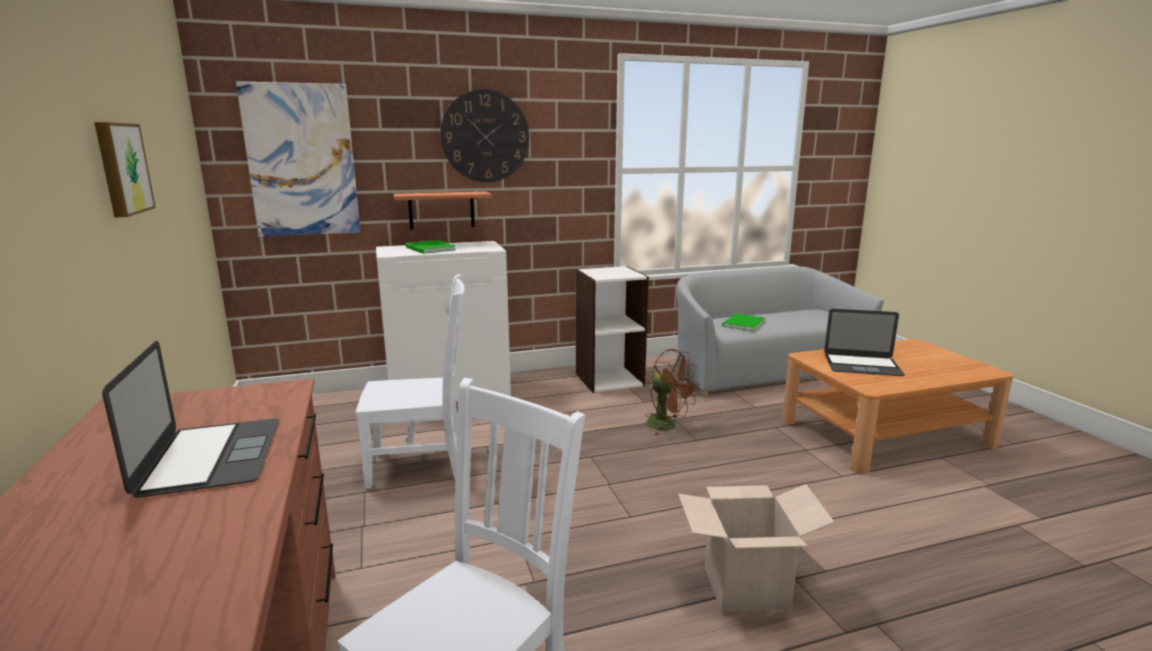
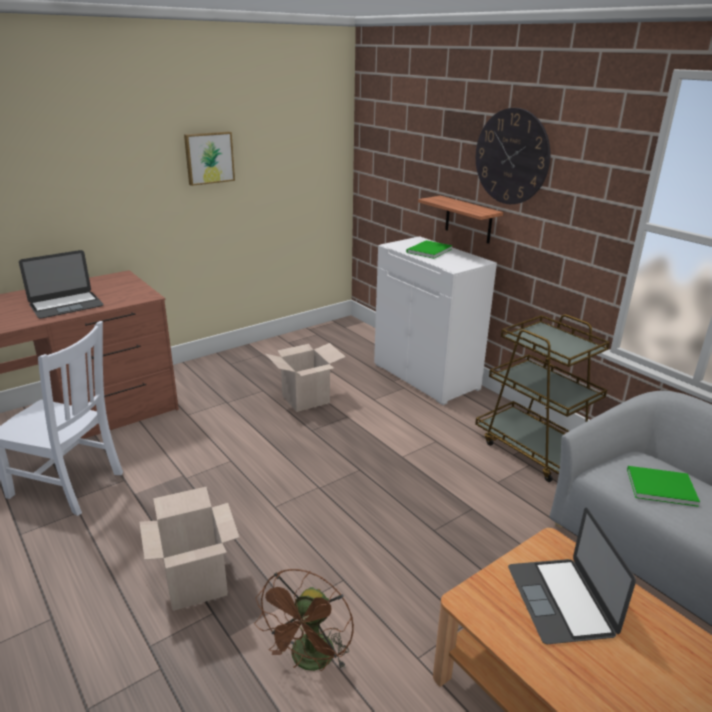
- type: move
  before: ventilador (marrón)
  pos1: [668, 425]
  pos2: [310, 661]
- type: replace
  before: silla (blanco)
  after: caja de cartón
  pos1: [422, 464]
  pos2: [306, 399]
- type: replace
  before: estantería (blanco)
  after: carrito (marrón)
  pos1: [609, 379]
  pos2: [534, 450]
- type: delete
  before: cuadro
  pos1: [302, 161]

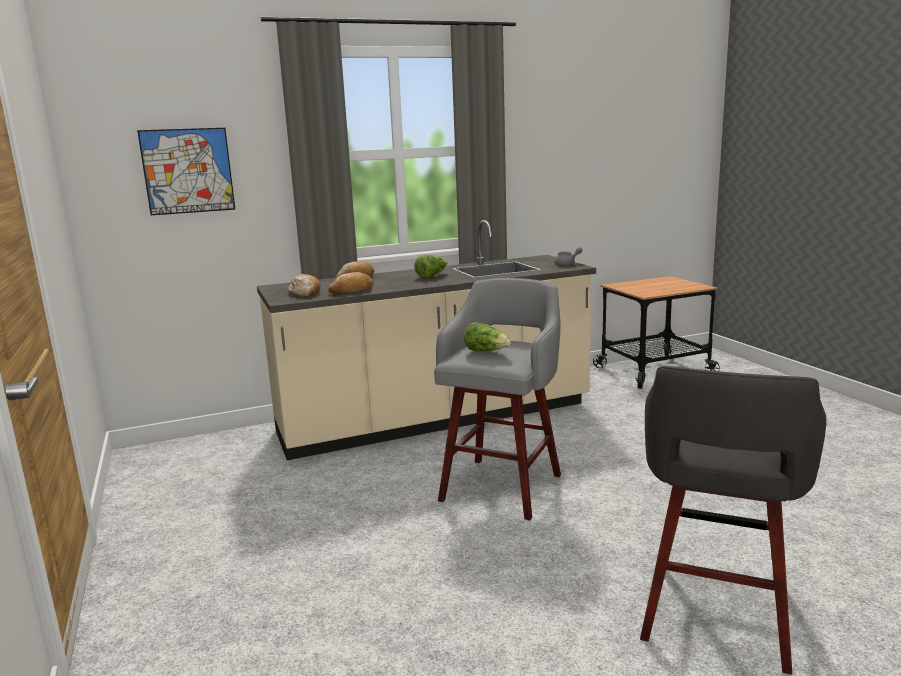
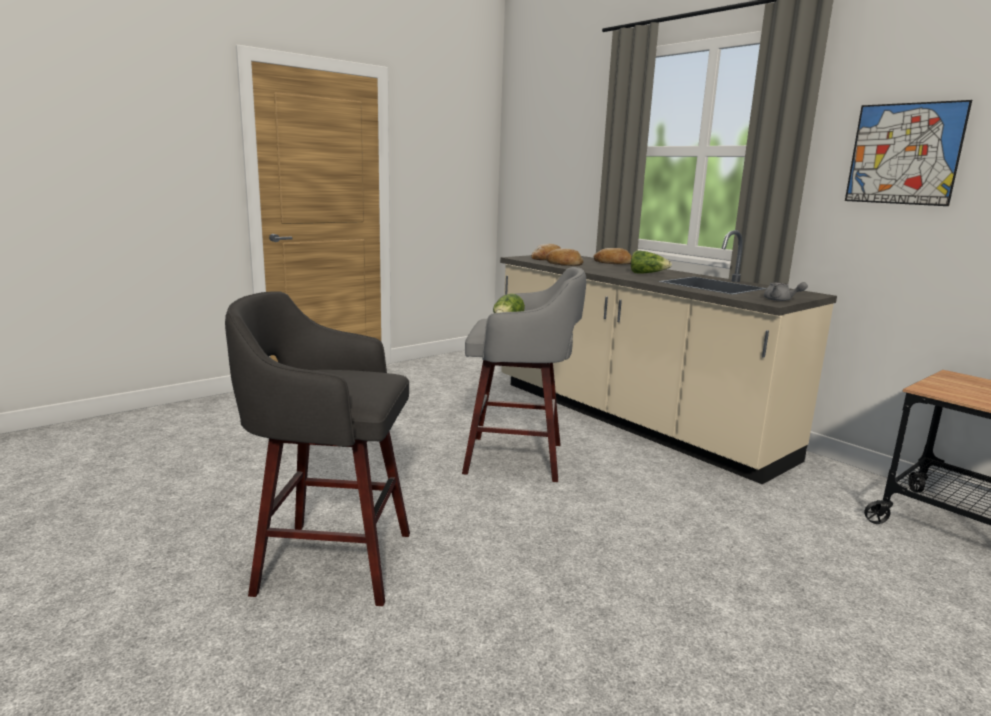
- type: move
  before: cuadro
  pos1: [188, 171]
  pos2: [904, 154]

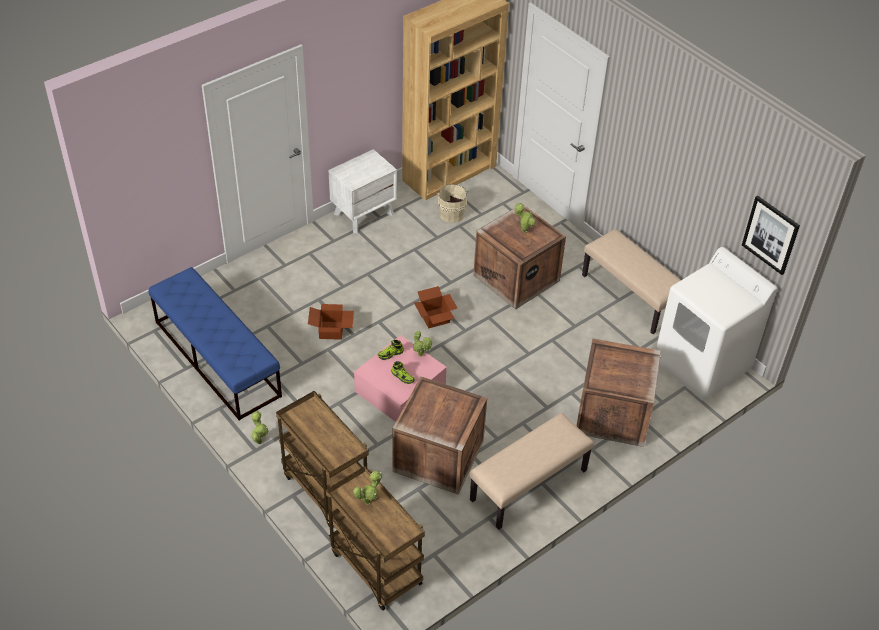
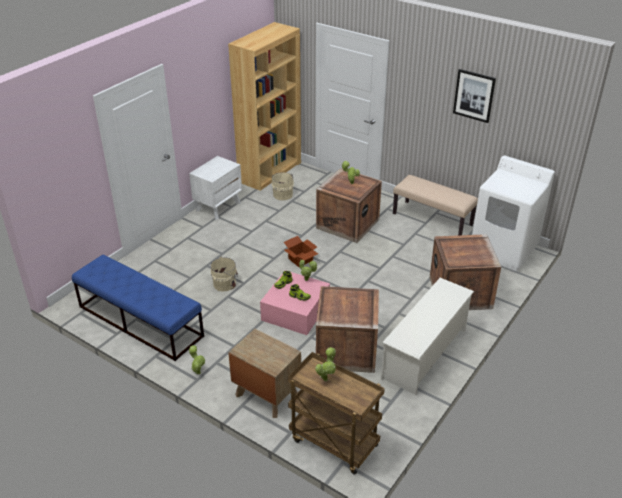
- type: replace
  before: caja de cartón
  after: cubo (beis)
  pos1: [332, 331]
  pos2: [226, 284]
- type: replace
  before: carrito (marrón)
  after: mesita de noche (marrón)
  pos1: [324, 489]
  pos2: [266, 394]
- type: replace
  before: banco (beis)
  after: zapatero (blanco)
  pos1: [529, 486]
  pos2: [425, 354]
- type: move
  before: cuadro
  pos1: [770, 234]
  pos2: [474, 95]

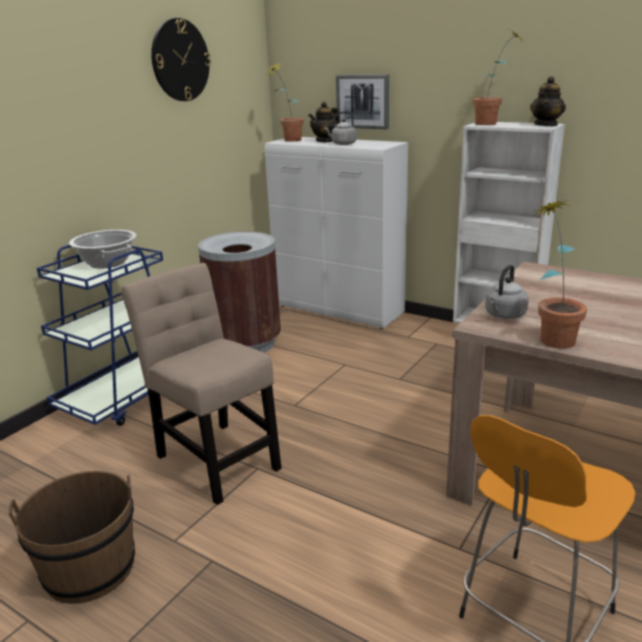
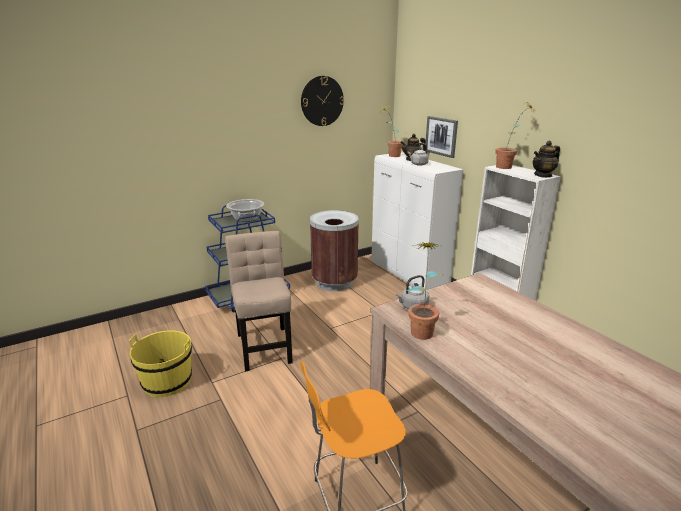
- type: recolor
  before: cubo (marrón)
  after: cubo (amarillo)
  pos1: [90, 568]
  pos2: [167, 381]

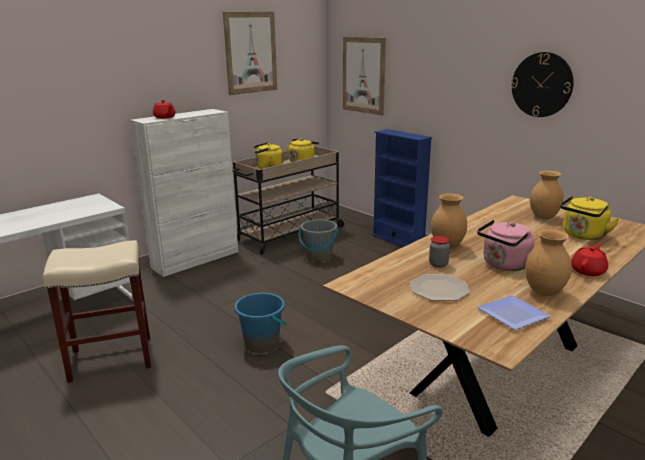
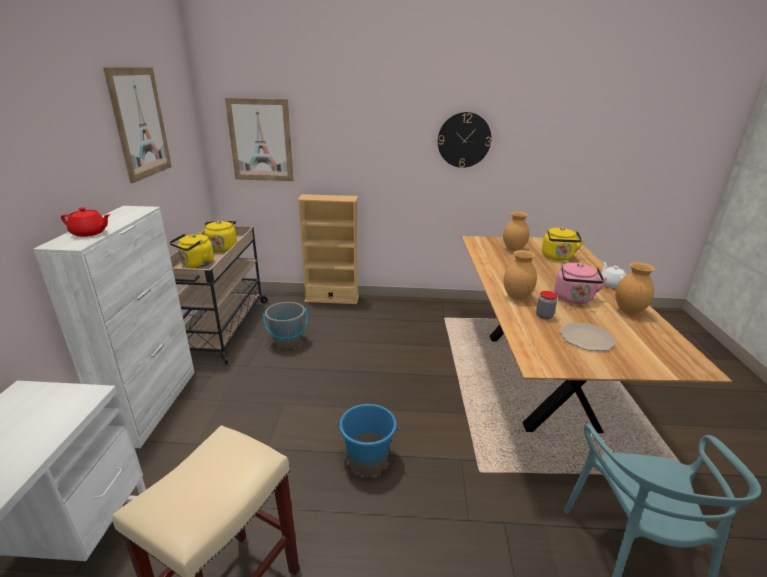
- type: recolor
  before: estantería (azul)
  after: estantería (beis)
  pos1: [398, 240]
  pos2: [332, 299]
- type: recolor
  before: tetera (rojo)
  after: tetera (blanco)
  pos1: [588, 271]
  pos2: [611, 284]
- type: delete
  before: plato
  pos1: [512, 313]

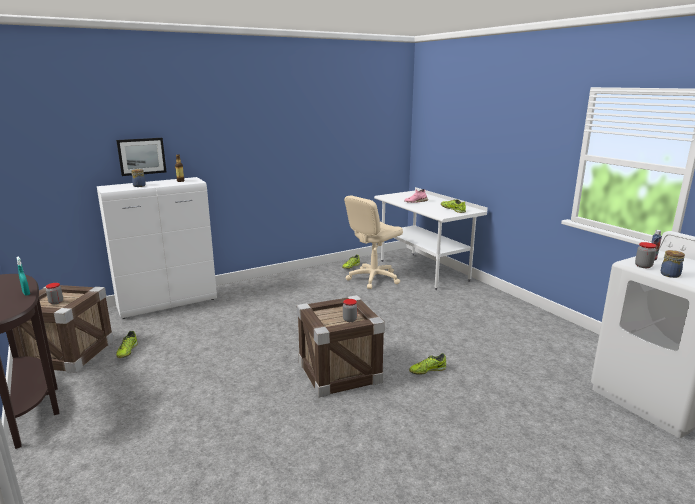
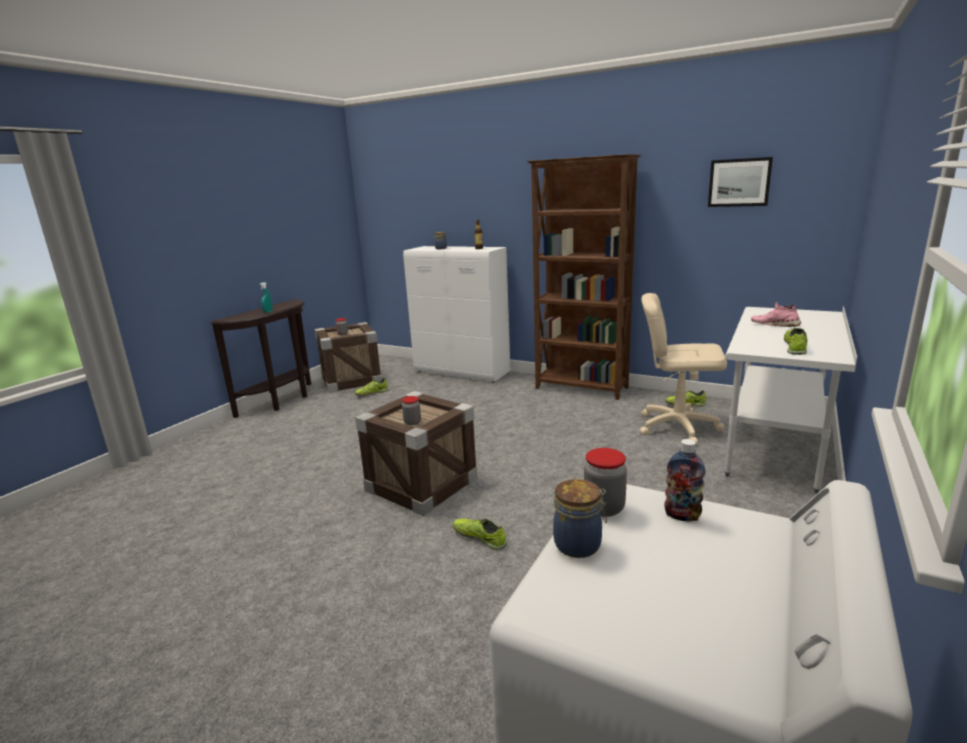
- type: insert
  after: estantería (marrón)
  pos2: [582, 388]
- type: move
  before: cuadro
  pos1: [141, 156]
  pos2: [739, 182]

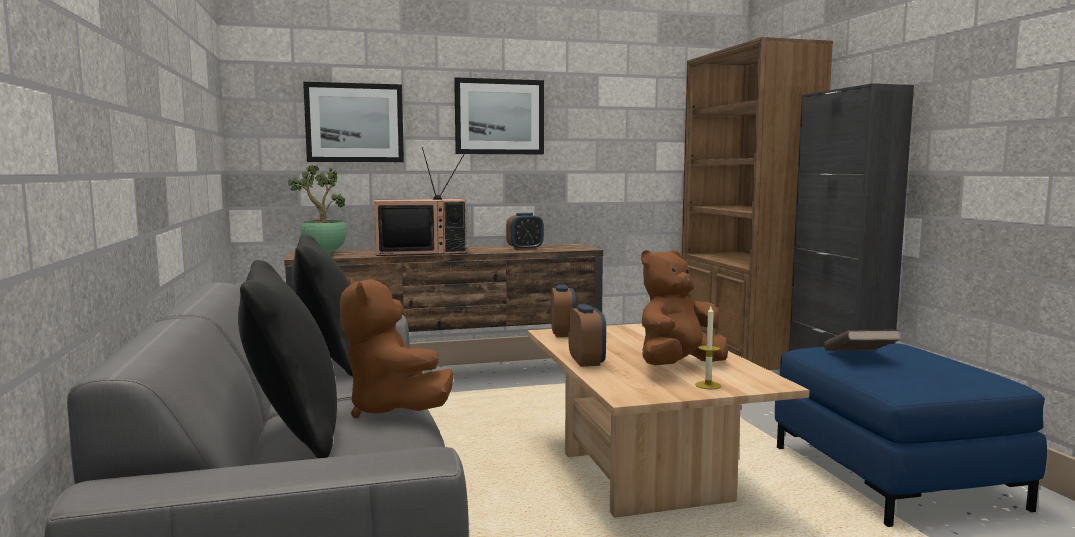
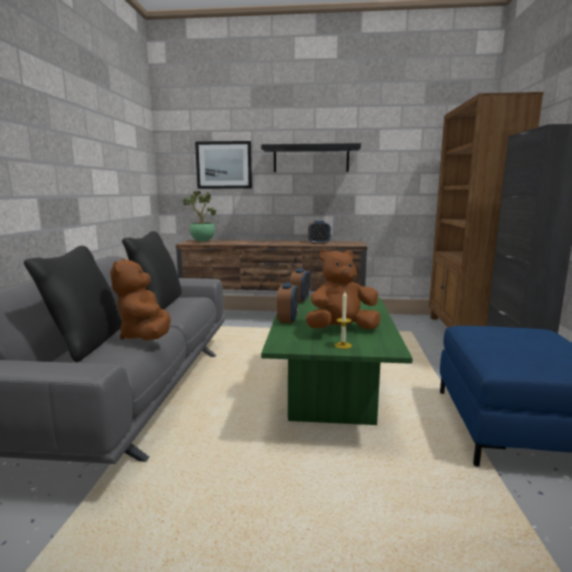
- type: replace
  before: cuadro
  after: estante (negro)
  pos1: [499, 117]
  pos2: [311, 159]
- type: recolor
  before: mesa de centro (beis)
  after: mesa de centro (verde)
  pos1: [643, 477]
  pos2: [331, 397]
- type: delete
  before: televisor
  pos1: [421, 252]
- type: delete
  before: libro (marrón)
  pos1: [859, 357]

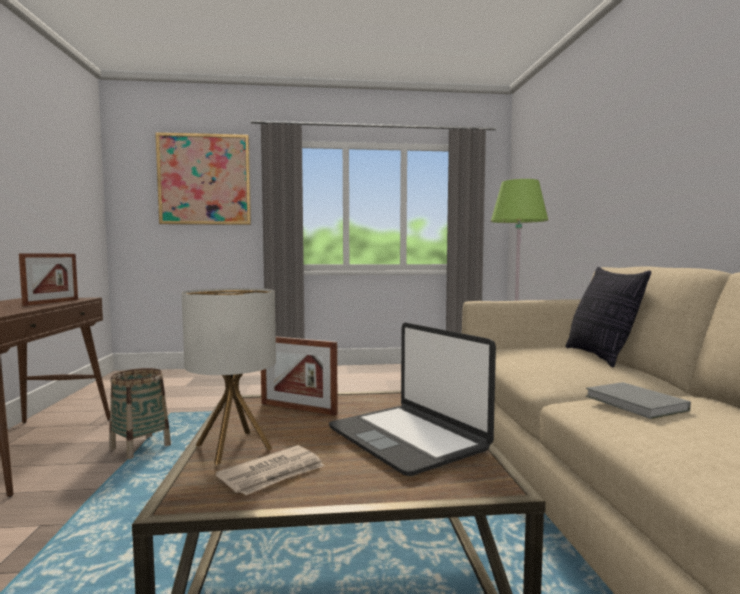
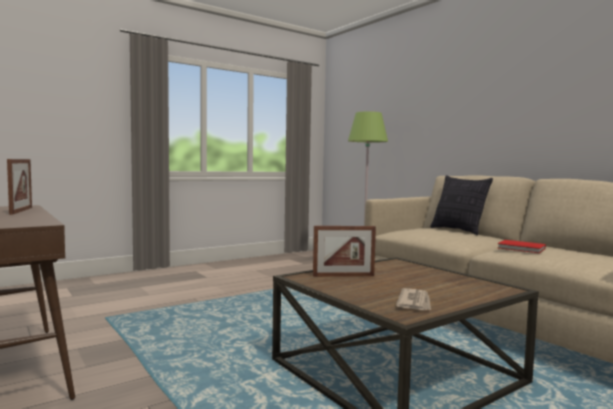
- type: recolor
  before: libro (gris)
  after: libro (rojo)
  pos1: [636, 404]
  pos2: [522, 248]
- type: delete
  before: cesta
  pos1: [140, 447]
- type: delete
  before: cuadro
  pos1: [204, 179]
- type: delete
  before: lámpara de mesa
  pos1: [233, 447]
- type: delete
  before: portátil
  pos1: [408, 438]

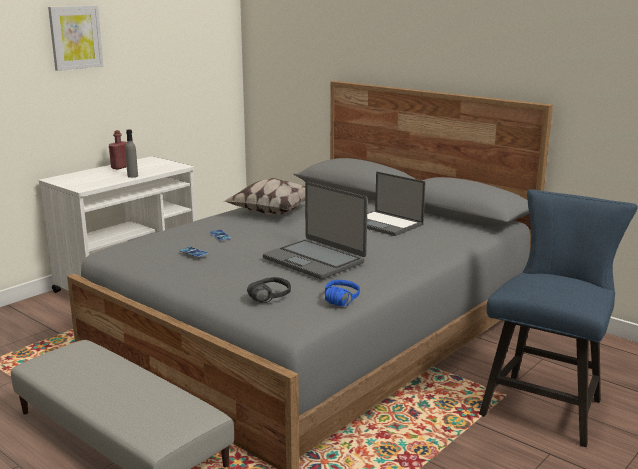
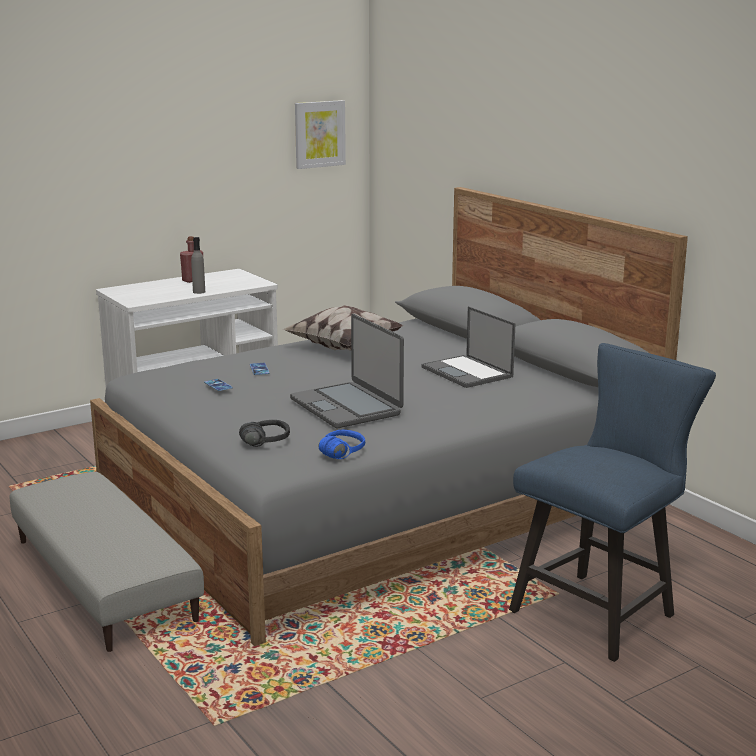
- type: move
  before: cuadro
  pos1: [75, 37]
  pos2: [319, 134]

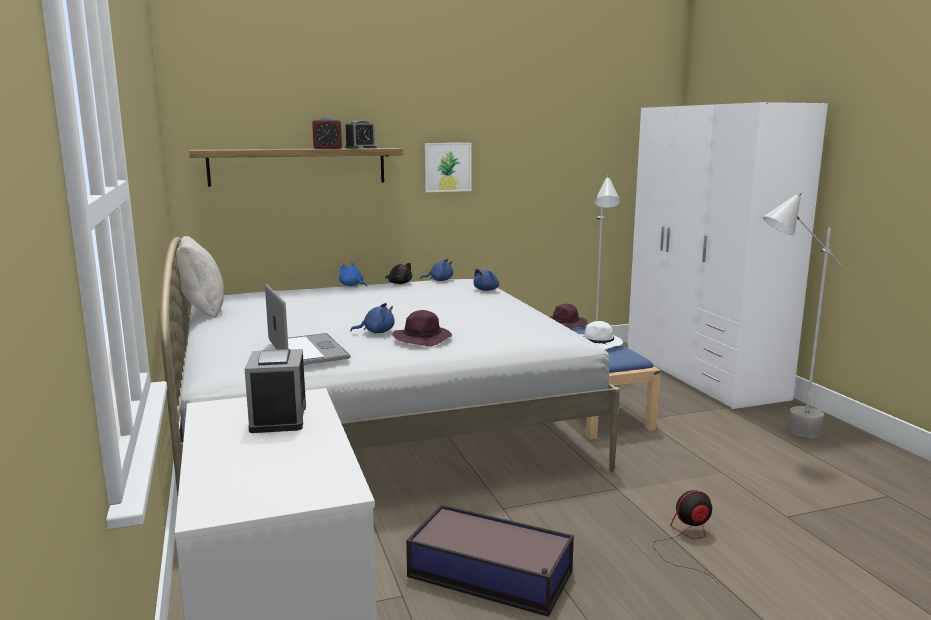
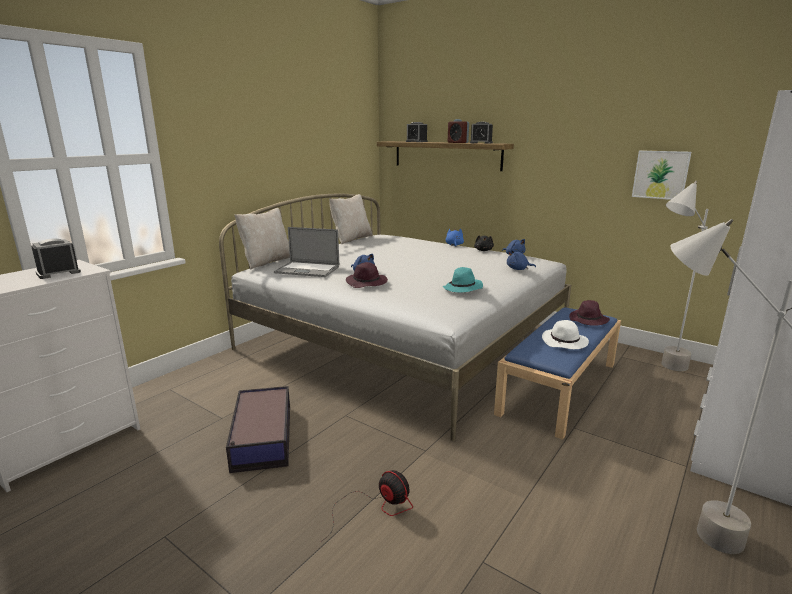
- type: insert
  after: cojín (beis)
  pos2: [266, 262]
- type: rotate
  before: portátil
  pos1: [307, 350]
  pos2: [307, 270]
  turn: 75
- type: insert
  after: despertador
  pos2: [416, 141]
- type: insert
  after: sombrero (turquesa)
  pos2: [463, 289]
- type: move
  before: cuadro
  pos1: [447, 167]
  pos2: [660, 175]

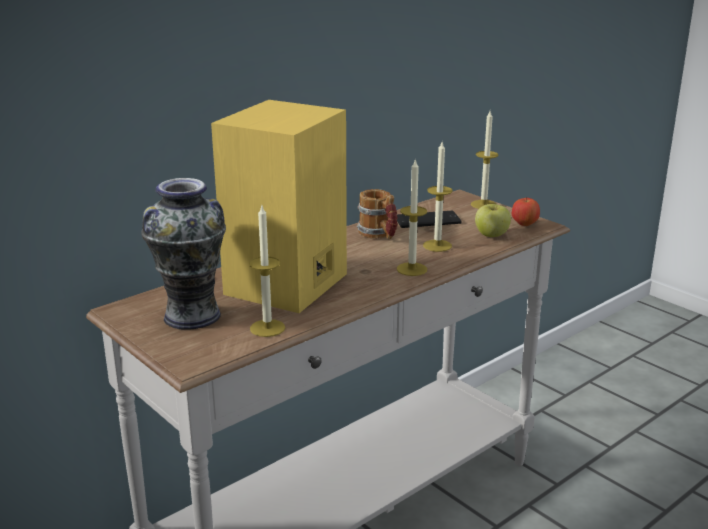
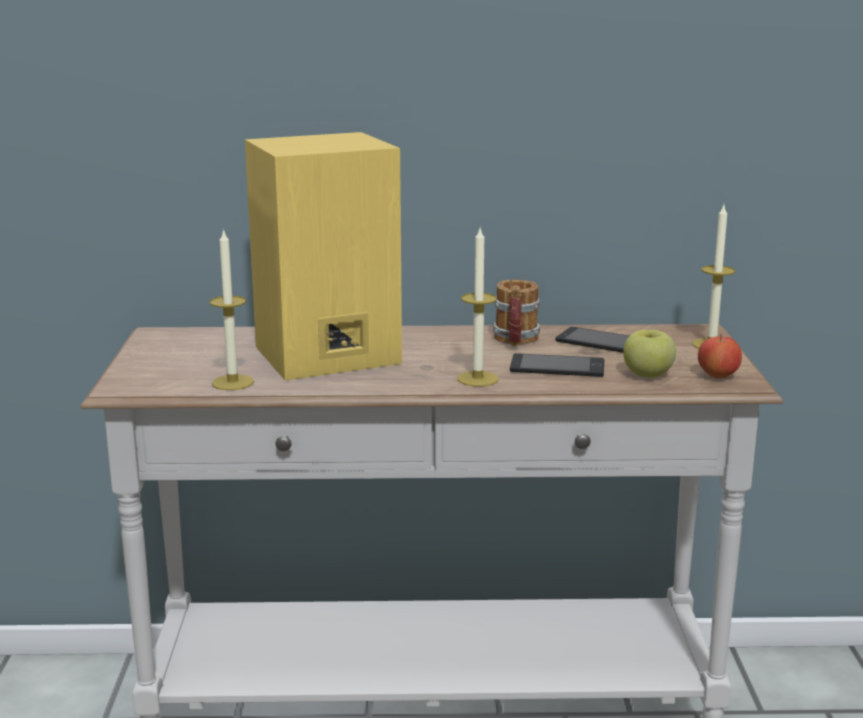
- type: replace
  before: vela
  after: móvil
  pos1: [437, 245]
  pos2: [557, 367]
- type: delete
  before: florero
  pos1: [192, 316]

